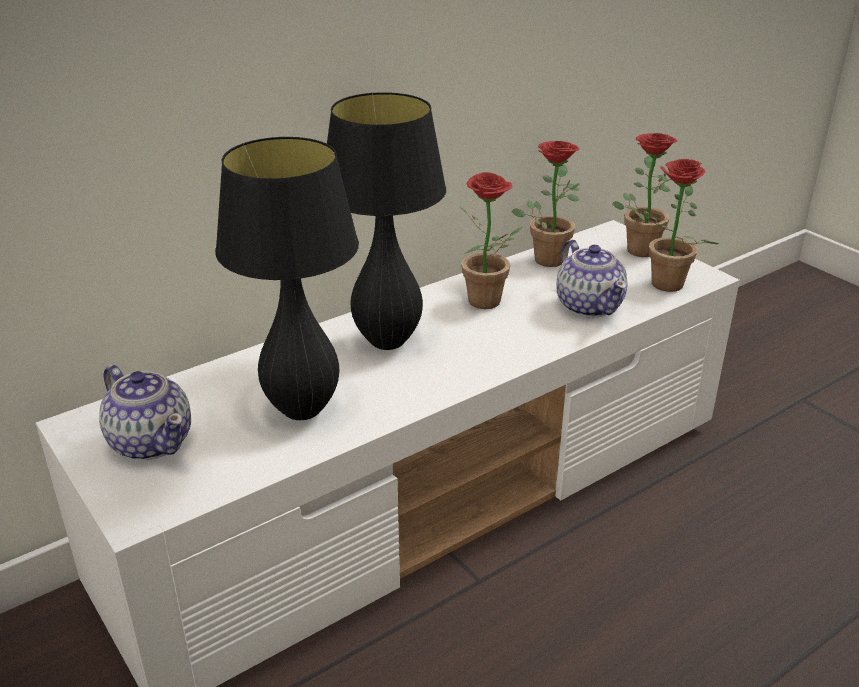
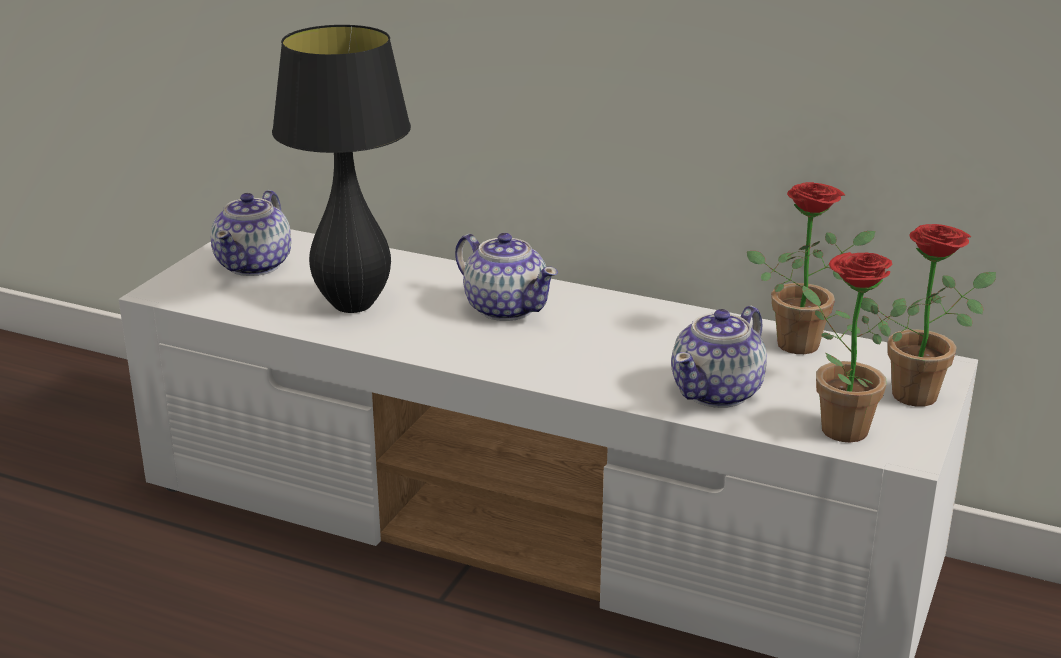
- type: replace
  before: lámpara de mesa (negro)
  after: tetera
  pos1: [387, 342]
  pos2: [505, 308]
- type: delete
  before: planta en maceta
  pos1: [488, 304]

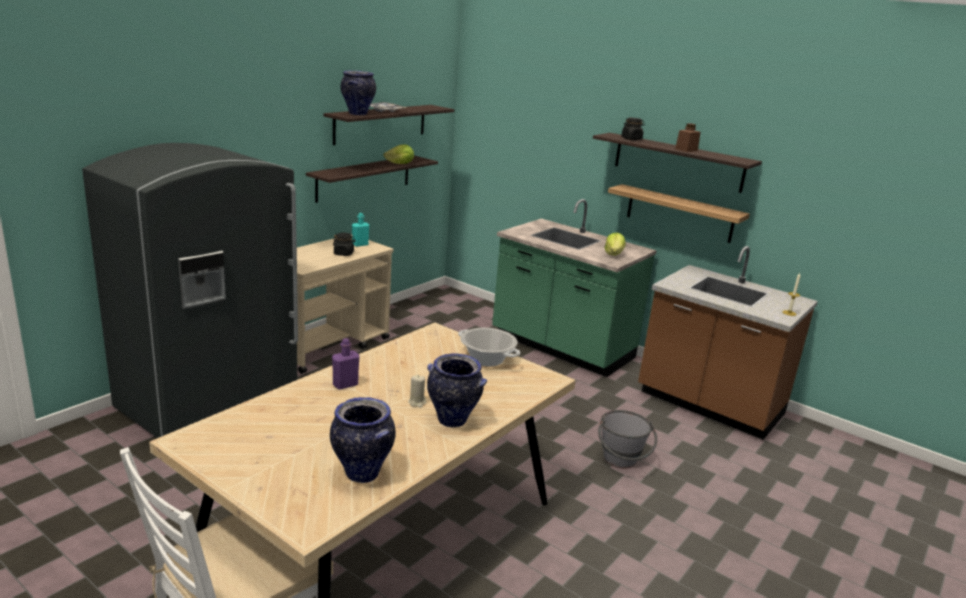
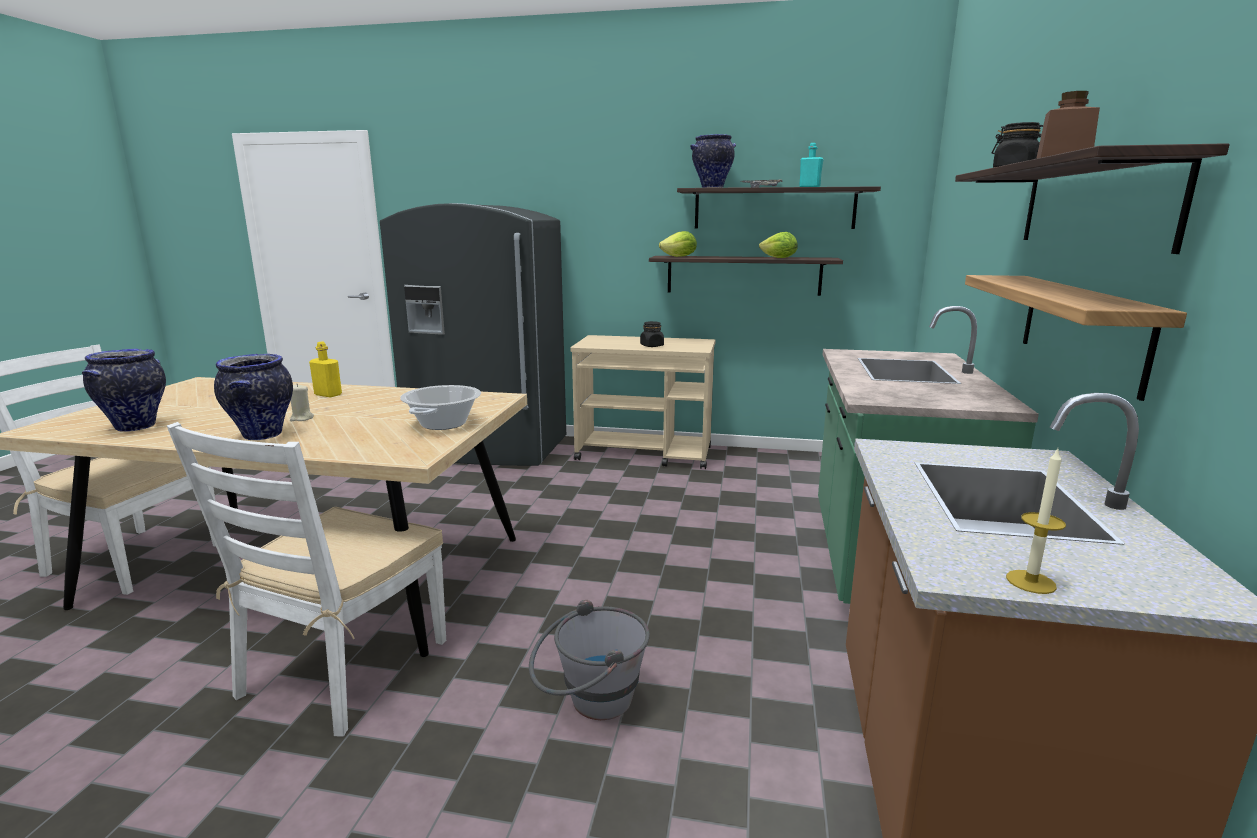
- type: insert
  after: silla (blanco)
  pos2: [344, 668]
- type: recolor
  before: botella (morado)
  after: botella (amarillo)
  pos1: [345, 385]
  pos2: [328, 394]
- type: move
  before: lechuga
  pos1: [613, 254]
  pos2: [679, 256]
- type: move
  before: botella (turquesa)
  pos1: [360, 244]
  pos2: [809, 187]

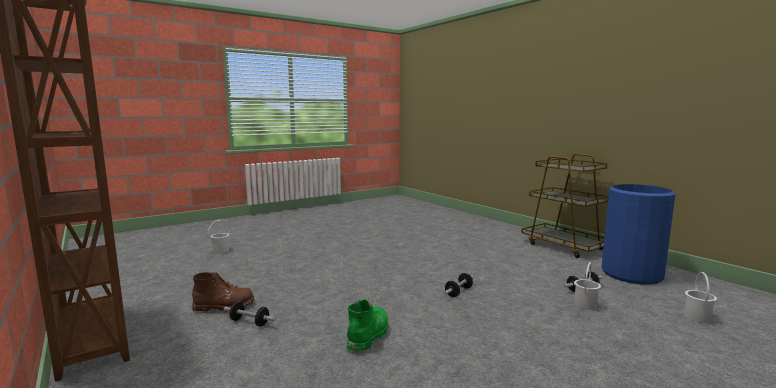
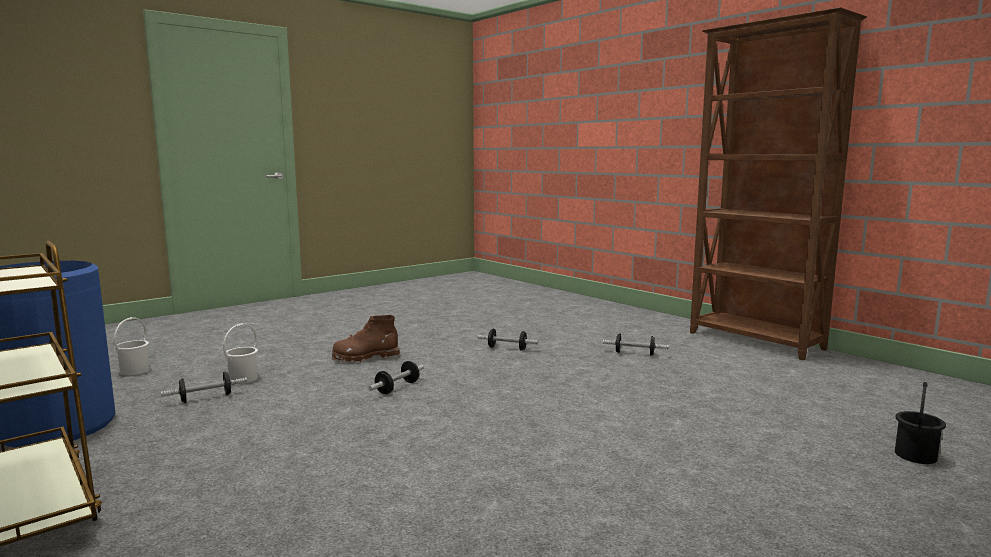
- type: move
  before: bota (marrón)
  pos1: [224, 307]
  pos2: [365, 358]
- type: replace
  before: bota (verde)
  after: mancuerna
  pos1: [368, 336]
  pos2: [507, 348]
- type: recolor
  before: cubo (blanco)
  after: cubo (negro)
  pos1: [220, 251]
  pos2: [916, 455]

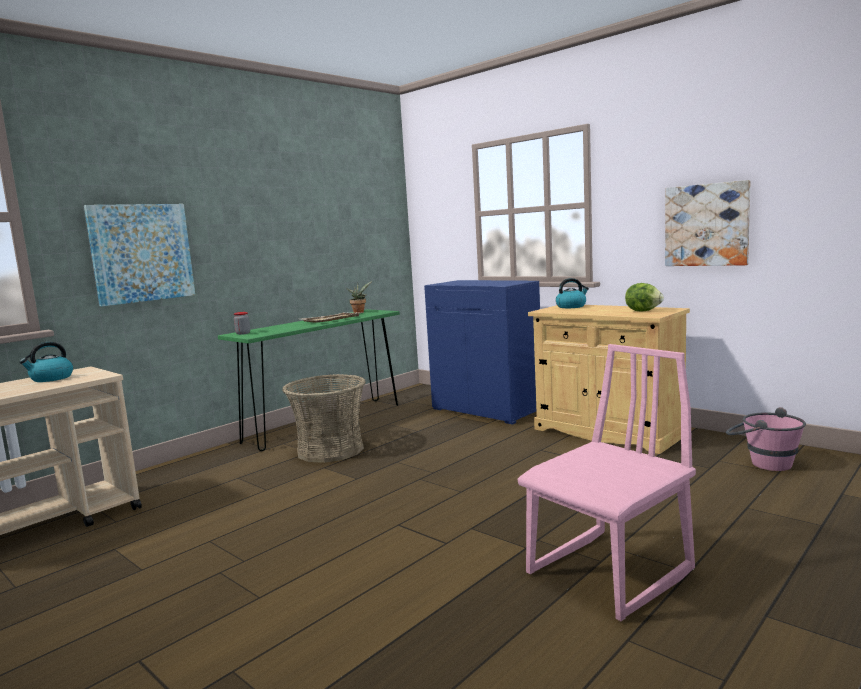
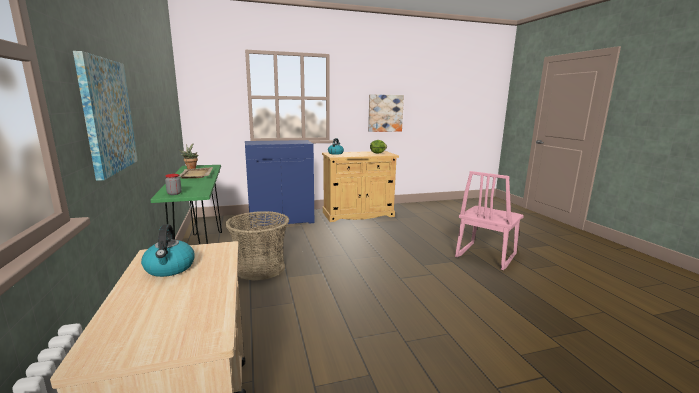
- type: rotate
  before: silla (rosa)
  pos1: [611, 573]
  pos2: [485, 256]
  turn: -135
- type: delete
  before: cubo (rosa)
  pos1: [762, 462]

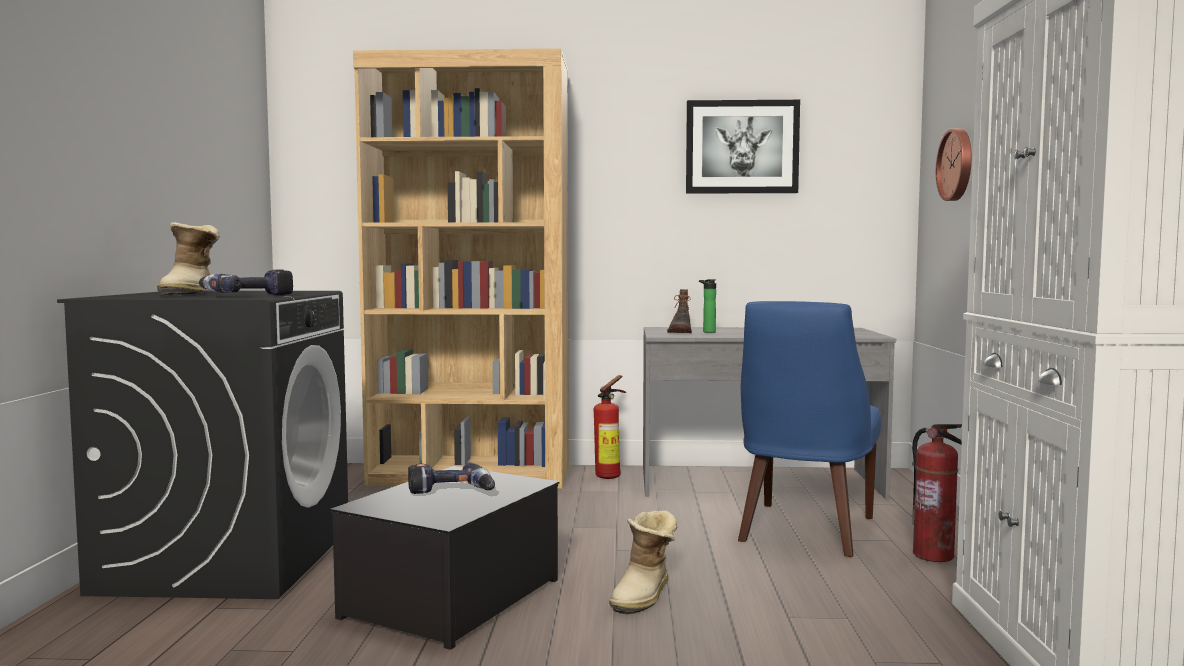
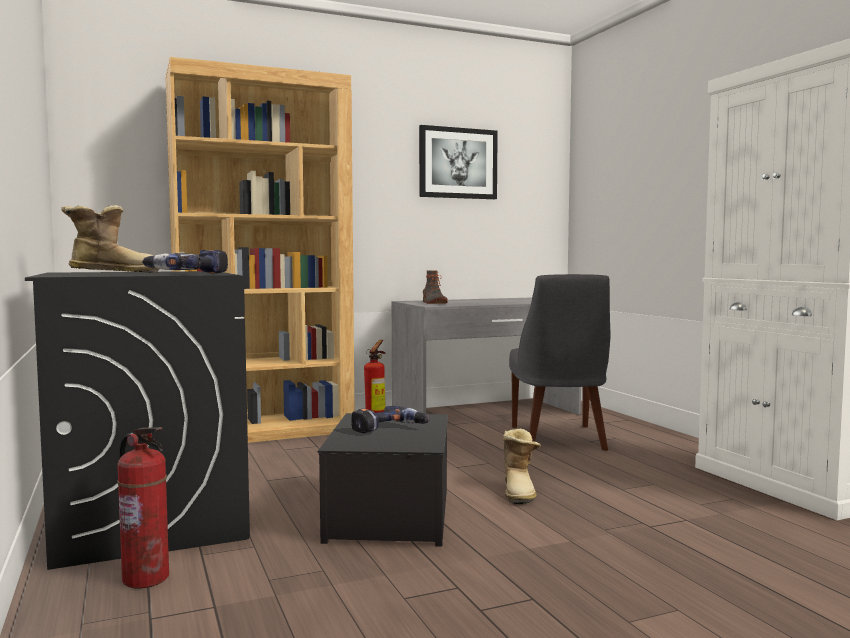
- type: rotate
  before: bota
  pos1: [192, 293]
  pos2: [113, 273]
  turn: -90
- type: move
  before: extintor
  pos1: [934, 555]
  pos2: [147, 578]
- type: recolor
  before: silla (azul)
  after: silla (gris)
  pos1: [804, 531]
  pos2: [558, 439]
- type: delete
  before: botella
  pos1: [707, 332]
- type: delete
  before: reloj de pared
  pos1: [957, 164]

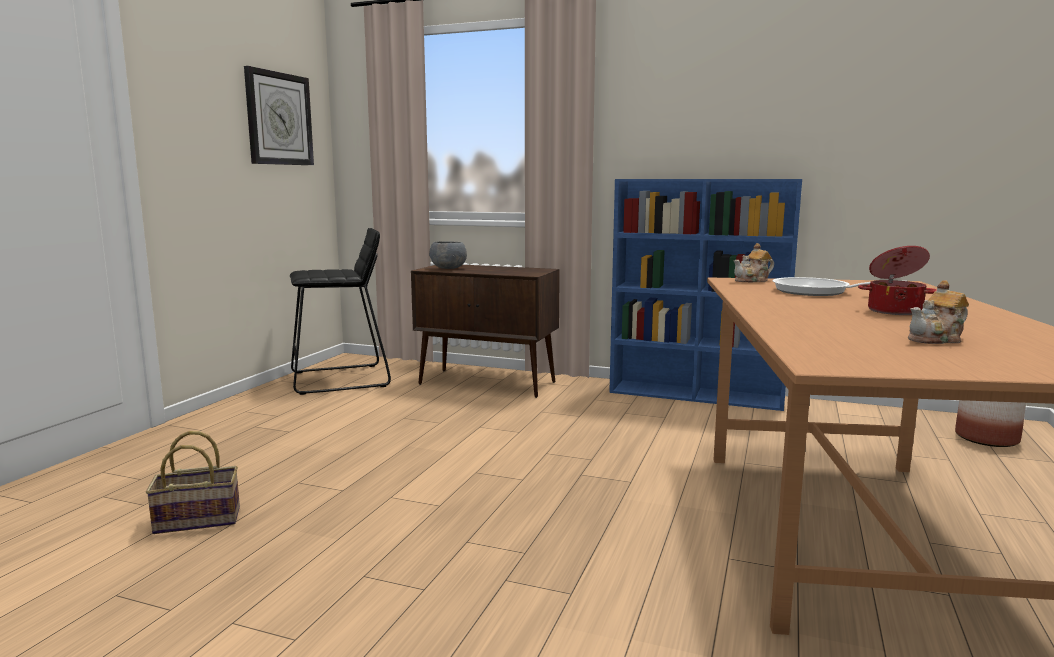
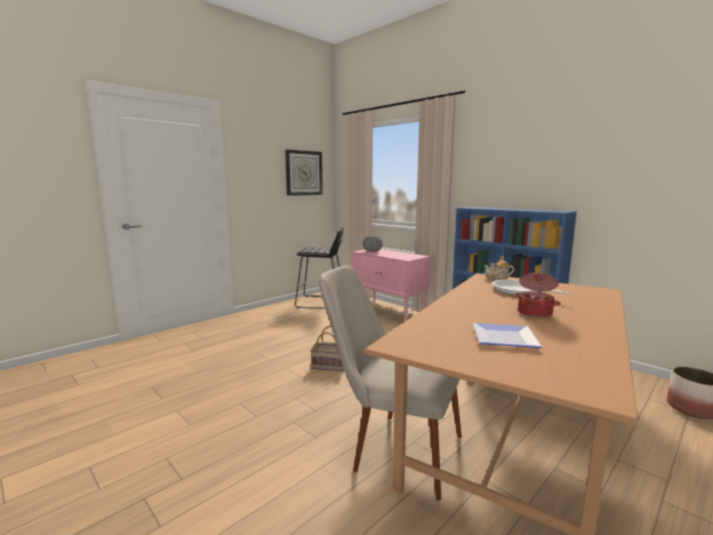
- type: move
  before: cesta
  pos1: [200, 519]
  pos2: [331, 366]
- type: insert
  after: silla (beis)
  pos2: [390, 446]
- type: recolor
  before: armario (marrón)
  after: armario (rosa)
  pos1: [488, 383]
  pos2: [389, 315]
- type: replace
  before: tetera
  after: plato
  pos1: [937, 339]
  pos2: [507, 339]

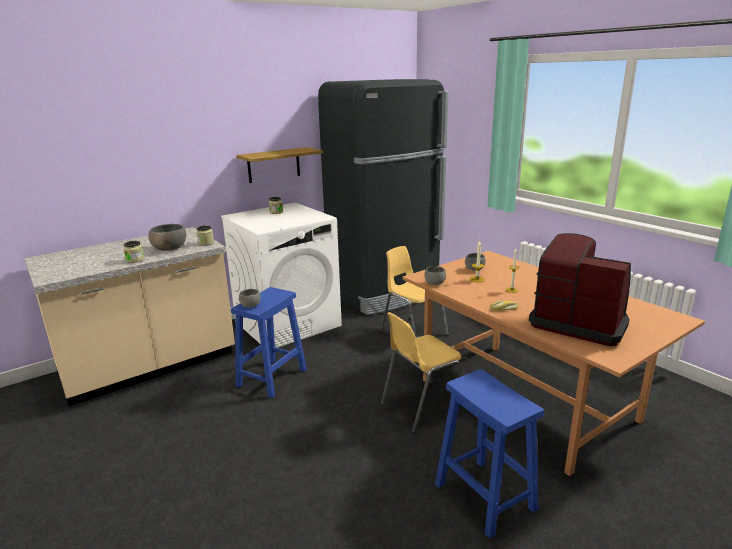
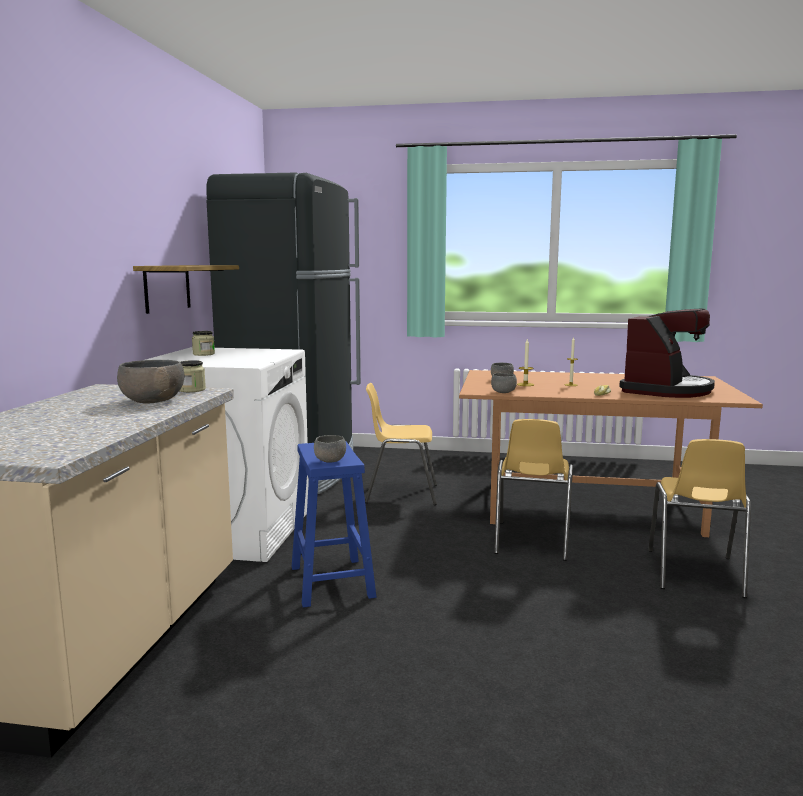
- type: rotate
  before: cafetera
  pos1: [578, 322]
  pos2: [666, 390]
  turn: 135
- type: replace
  before: taburete (azul)
  after: silla (amarillo)
  pos1: [483, 495]
  pos2: [694, 573]
- type: delete
  before: tarro
  pos1: [135, 260]

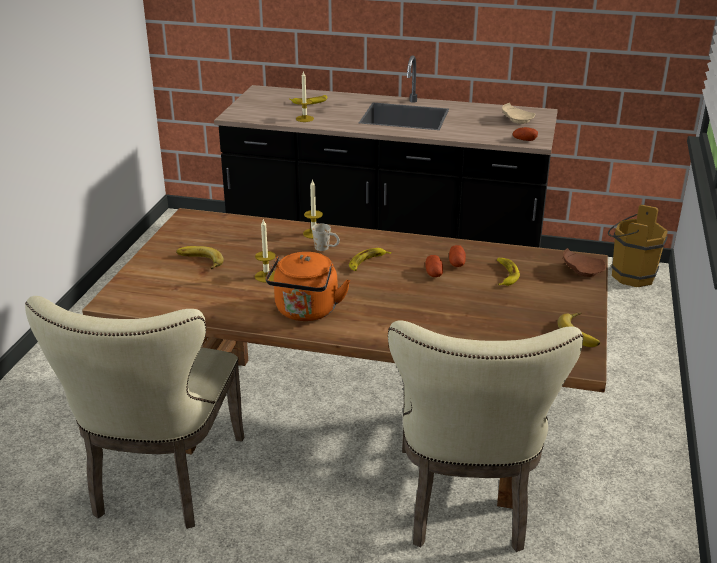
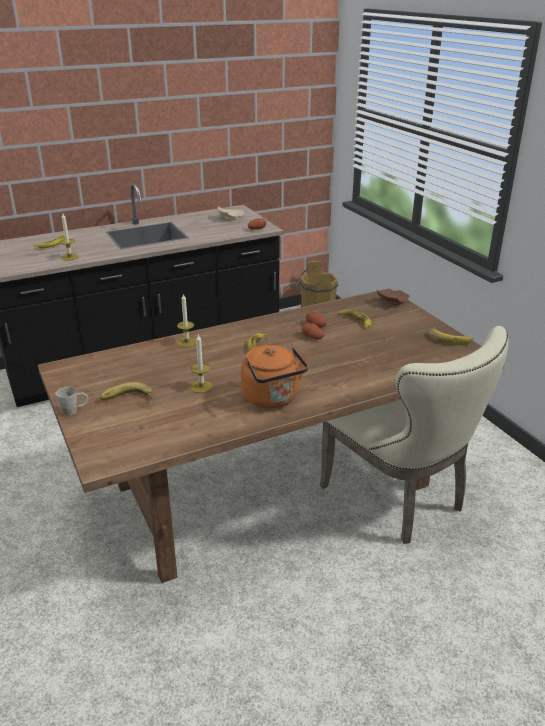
- type: move
  before: taza grande (blanco)
  pos1: [326, 248]
  pos2: [74, 410]
- type: delete
  before: silla (beis)
  pos1: [162, 482]

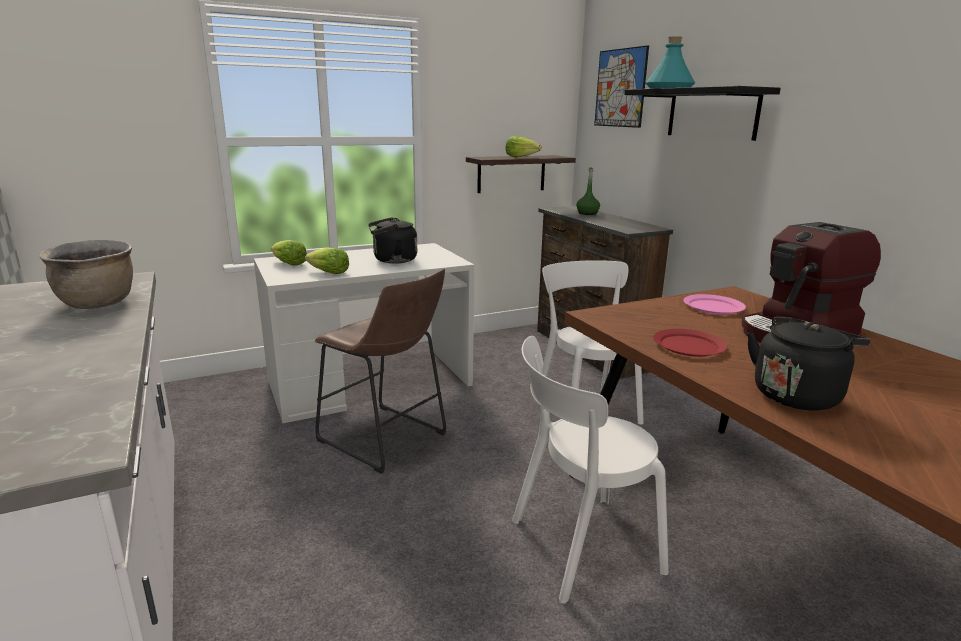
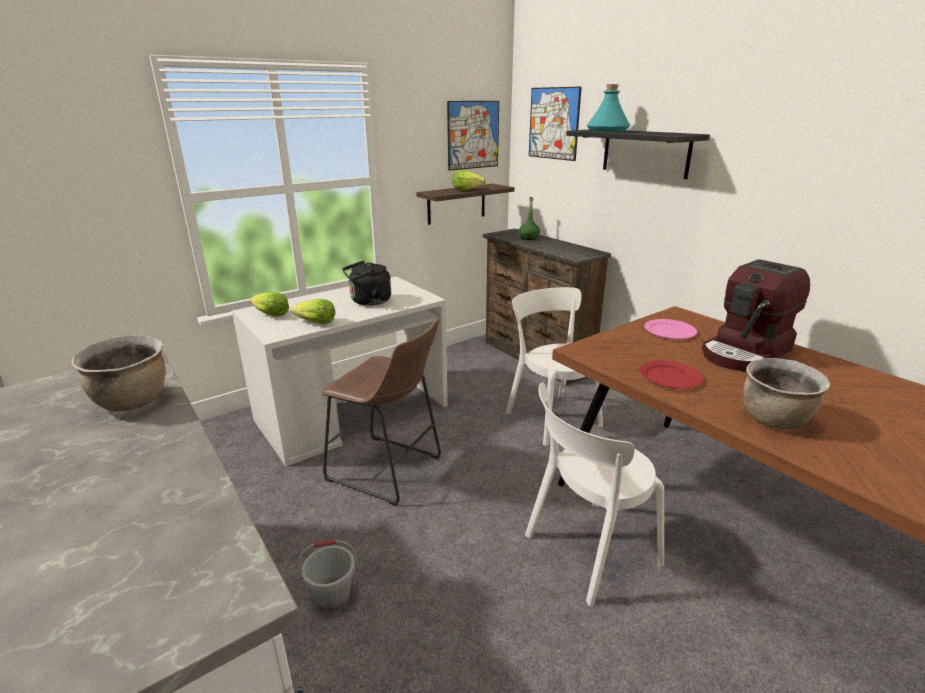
- type: insert
  after: cubo (gris)
  pos2: [333, 596]
- type: insert
  after: cuadro
  pos2: [473, 135]
- type: replace
  before: hervidor (negro)
  after: olla (marrón)
  pos1: [797, 395]
  pos2: [774, 420]

